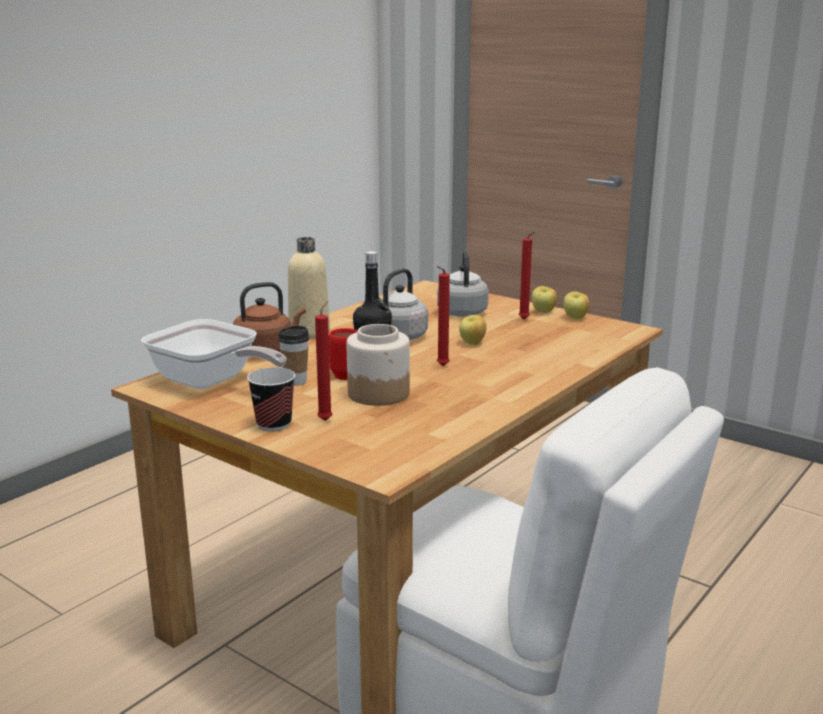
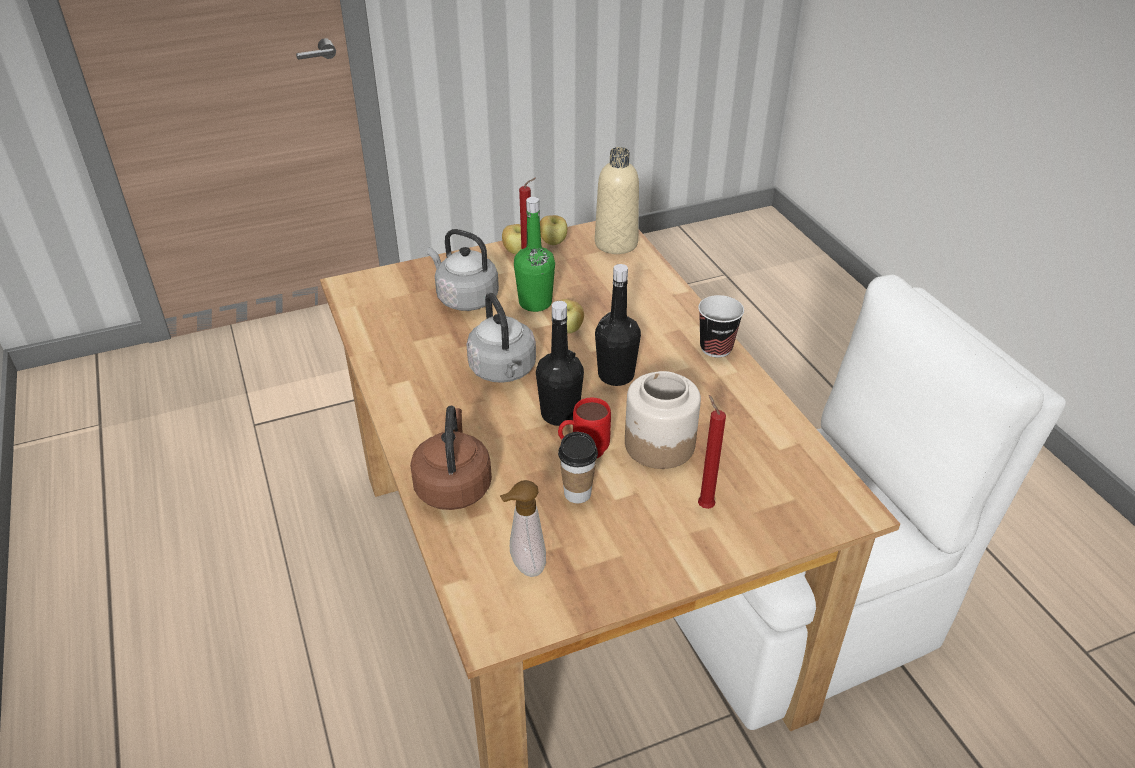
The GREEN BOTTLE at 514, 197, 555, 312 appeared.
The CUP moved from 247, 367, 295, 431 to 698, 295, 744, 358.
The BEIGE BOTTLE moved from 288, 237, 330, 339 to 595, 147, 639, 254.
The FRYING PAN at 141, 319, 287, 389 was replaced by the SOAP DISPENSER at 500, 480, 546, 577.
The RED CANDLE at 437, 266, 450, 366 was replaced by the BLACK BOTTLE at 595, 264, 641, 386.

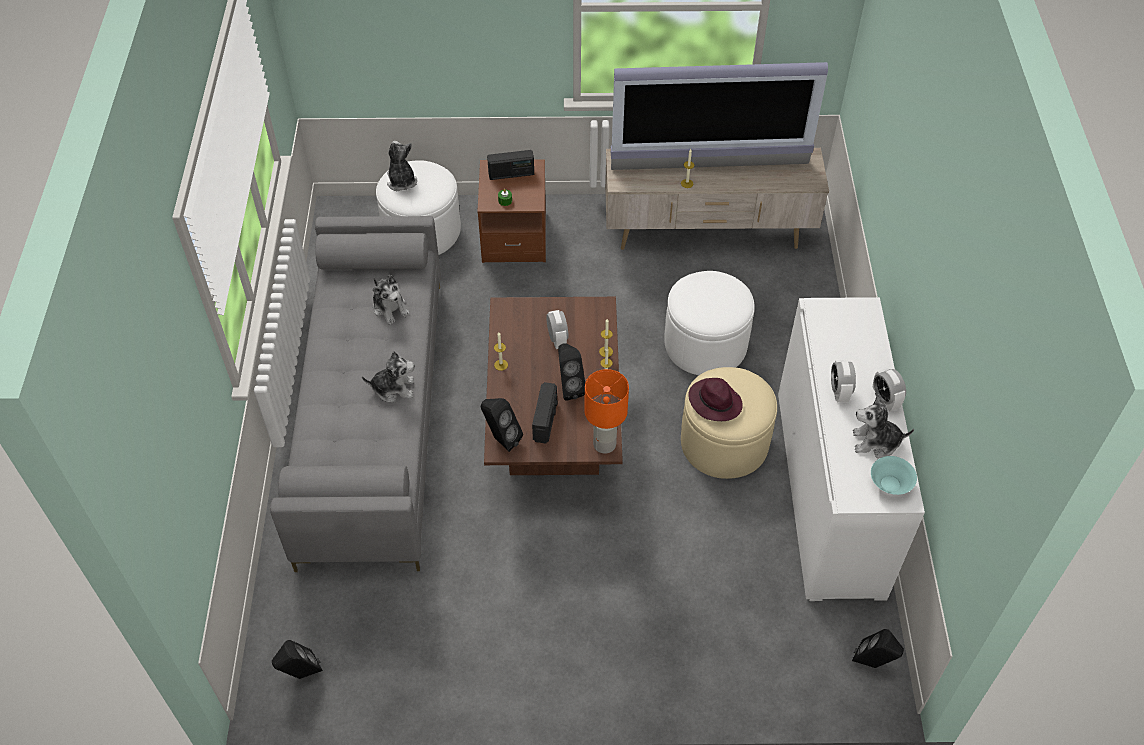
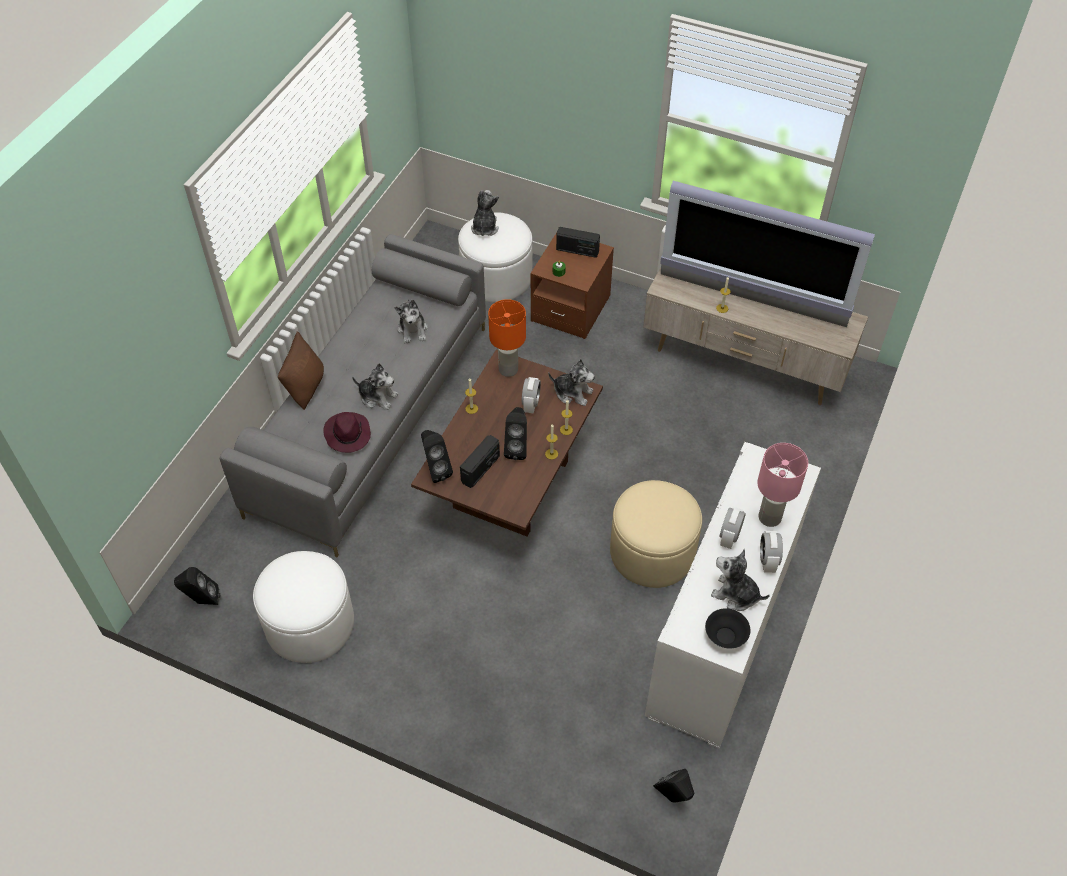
The BROWN PILLOW at 278, 331, 324, 410 appeared.
The PLUSH TOY at 548, 359, 595, 406 appeared.
The PINK TABLE LAMP at 757, 443, 808, 527 appeared.
The ORANGE TABLE LAMP moved from 584, 369, 629, 454 to 488, 299, 526, 377.
The WHITE OTTOMAN moved from 664, 271, 755, 375 to 253, 551, 354, 663.
The PURPLE HAT moved from 688, 378, 743, 421 to 323, 412, 371, 453.
The TURQUOISE BOWL at 871, 456, 917, 495 became the BLACK BOWL at 705, 608, 750, 648.

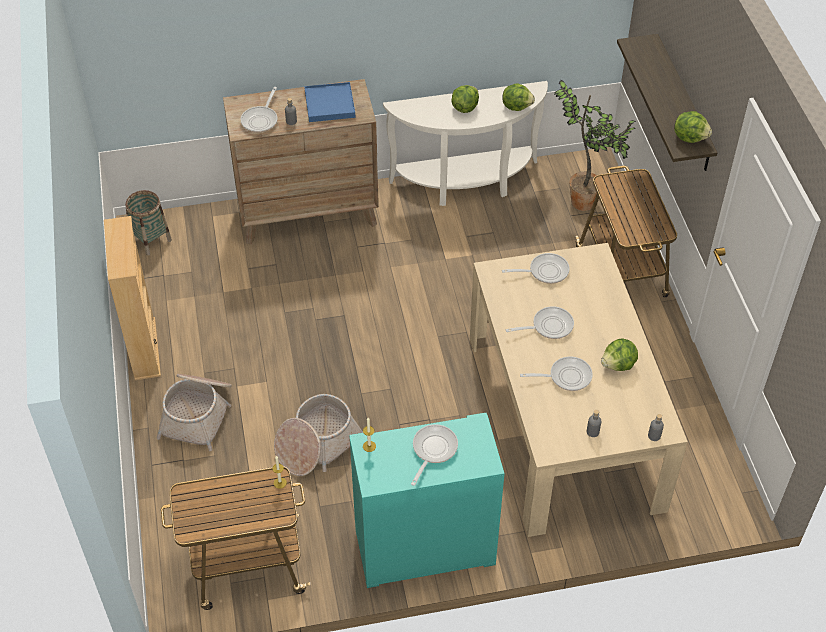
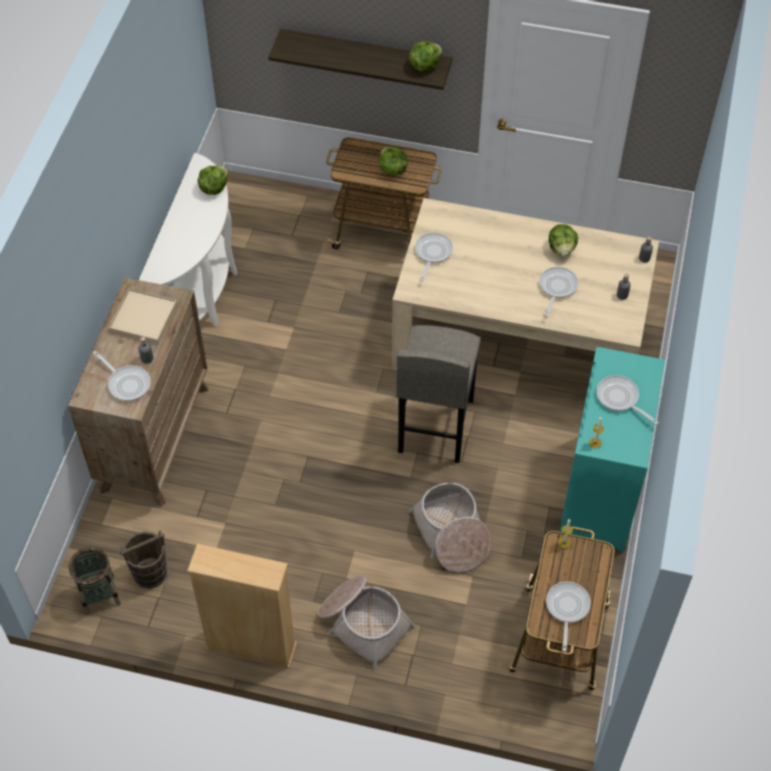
The POTTED PLANT at 554, 80, 636, 211 disappeared.
The BROWN BUCKET at 120, 530, 168, 589 appeared.
The GREY STOOL at 396, 325, 481, 463 appeared.
The LETTUCE moved from 451, 85, 479, 113 to 379, 147, 408, 176.
The FRYING PAN moved from 506, 306, 574, 339 to 546, 582, 591, 651.
The BLUE TRAY at 304, 82, 355, 122 became the BEIGE TRAY at 109, 289, 177, 344.

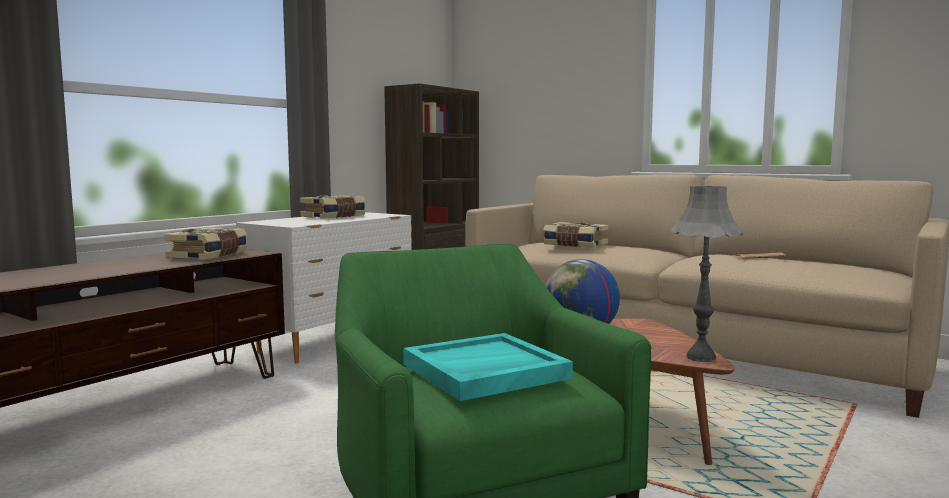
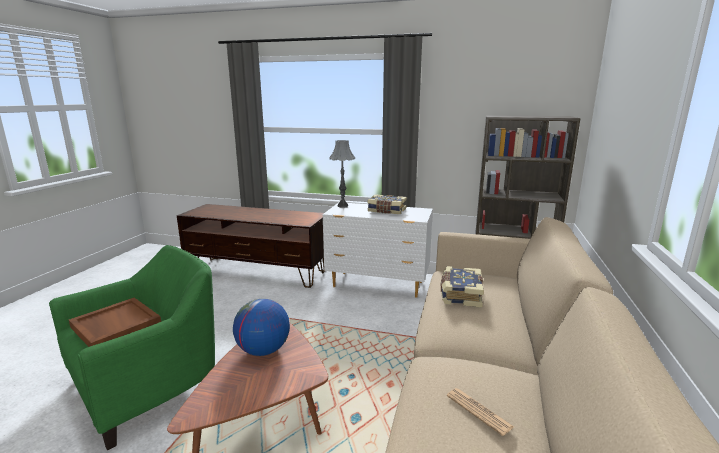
The BOOK at 164, 227, 247, 260 disappeared.
The GREY TABLE LAMP moved from 671, 186, 743, 362 to 329, 140, 355, 208.
The TURQUOISE TRAY at 403, 333, 573, 401 became the BROWN TRAY at 69, 298, 161, 347.

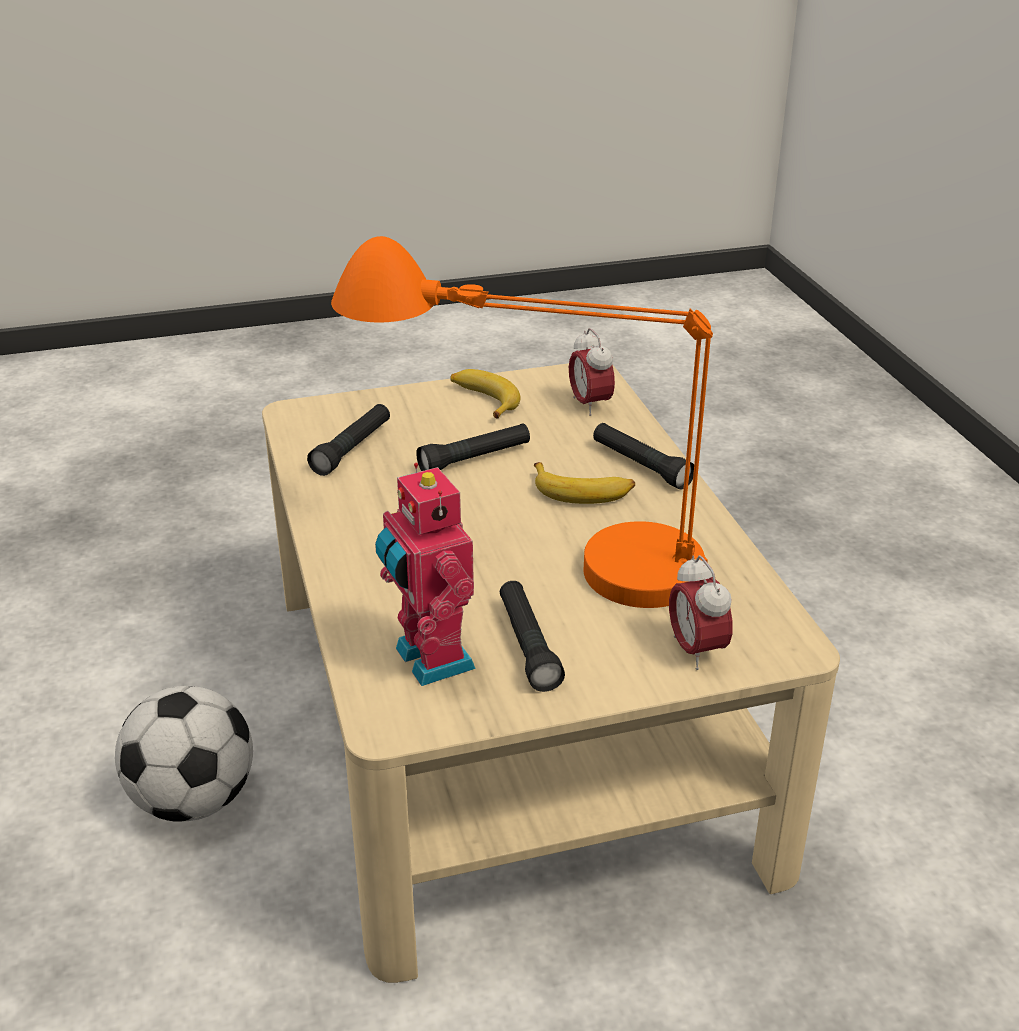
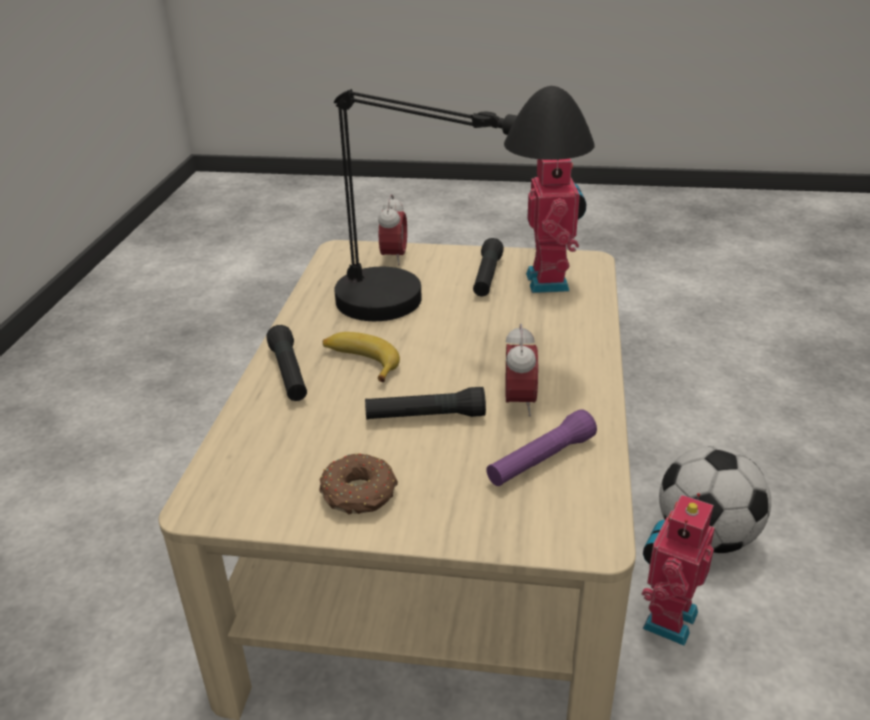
The TOY ROBOT at 642, 493, 715, 646 appeared.
The ALARM CLOCK moved from 569, 328, 615, 416 to 506, 324, 538, 416.
The BANANA at 450, 369, 521, 419 was replaced by the DONUT at 319, 453, 398, 514.
The BLACK FLASHLIGHT at 307, 404, 390, 476 became the PURPLE FLASHLIGHT at 486, 409, 597, 486.
The ORANGE TABLE LAMP at 331, 236, 713, 608 became the BLACK TABLE LAMP at 334, 86, 595, 321.

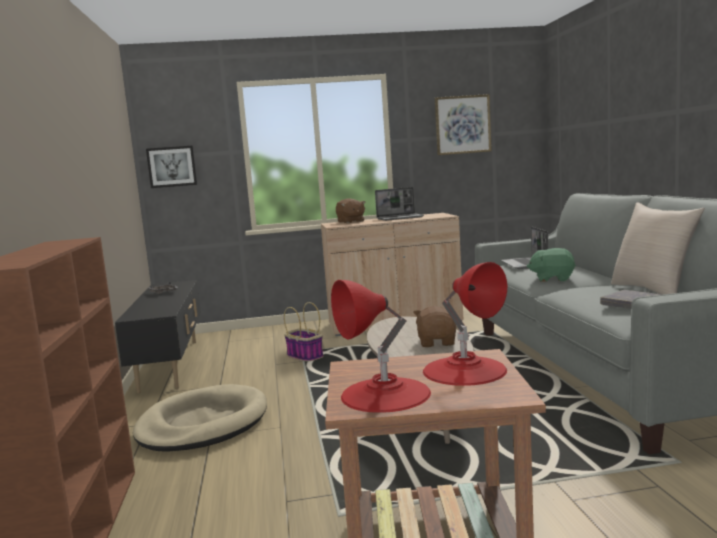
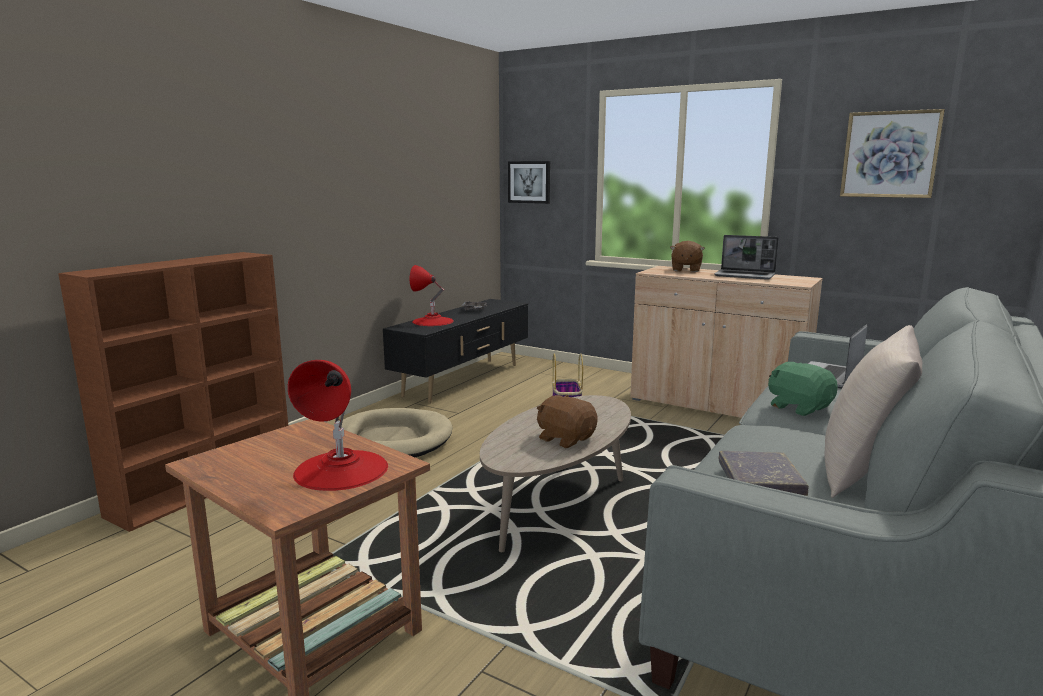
The RED TABLE LAMP moved from 331, 280, 431, 413 to 410, 265, 454, 326.
The BROWN PLUSH TOY at 413, 306, 456, 347 turned 90 degrees counterclockwise.

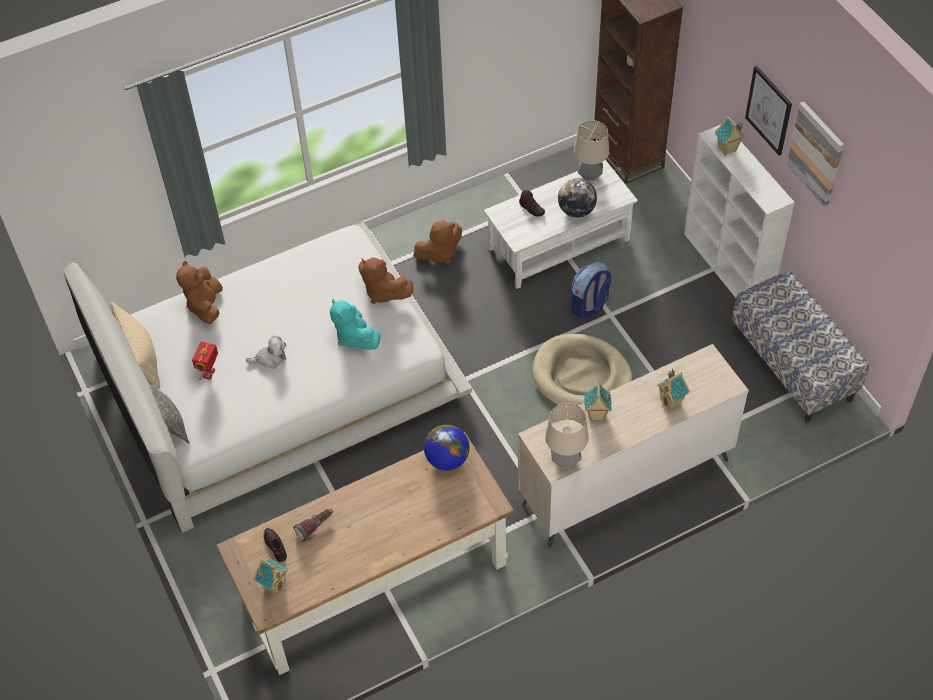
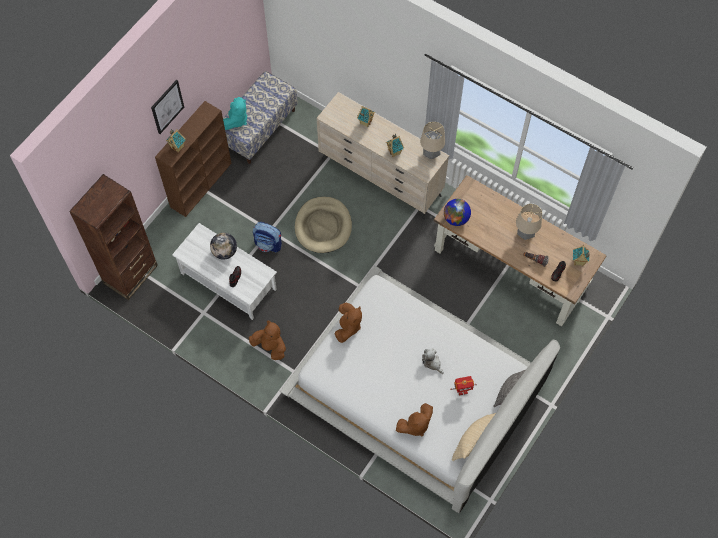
The PICTURE at 786, 102, 844, 207 disappeared.
The TURQUOISE PLUSH TOY moved from 330, 299, 381, 350 to 223, 97, 247, 130.
The TABLE LAMP moved from 574, 120, 609, 181 to 516, 204, 542, 240.
The WHITE BOOKCASE at 684, 125, 795, 298 became the BROWN BOOKCASE at 155, 101, 231, 217.

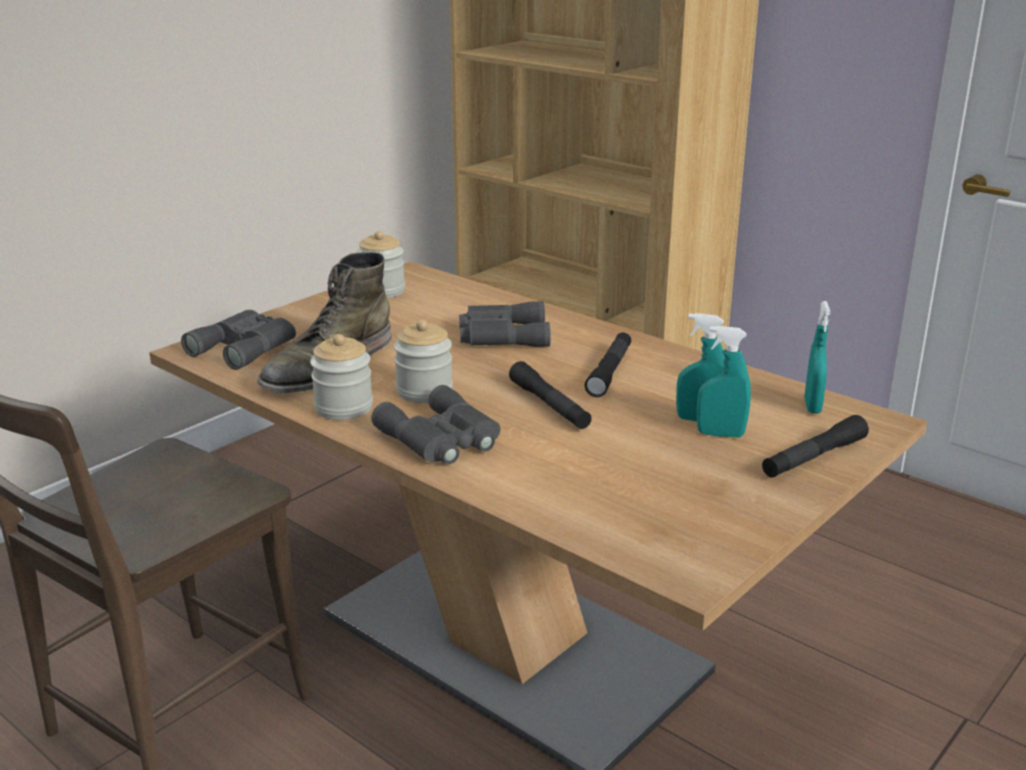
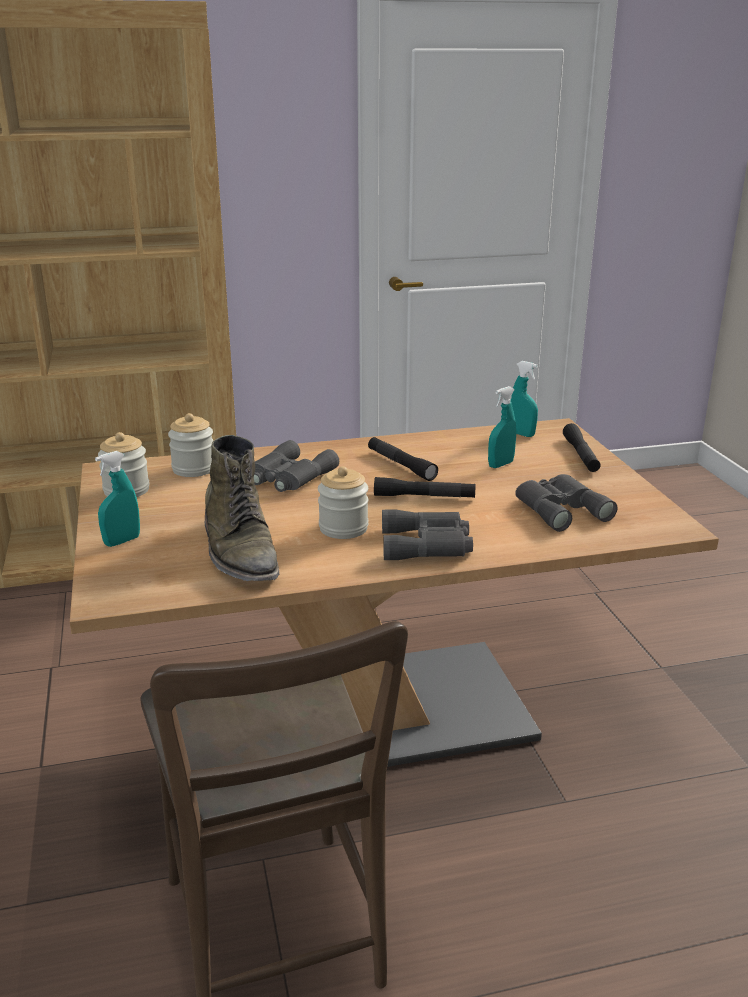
The GREY BINOCULARS moved from 181, 310, 296, 370 to 515, 474, 617, 532.
The JAR moved from 310, 334, 373, 420 to 168, 413, 214, 477.
The TURQUOISE SPRAY BOTTLE moved from 697, 326, 751, 438 to 95, 451, 140, 547.

